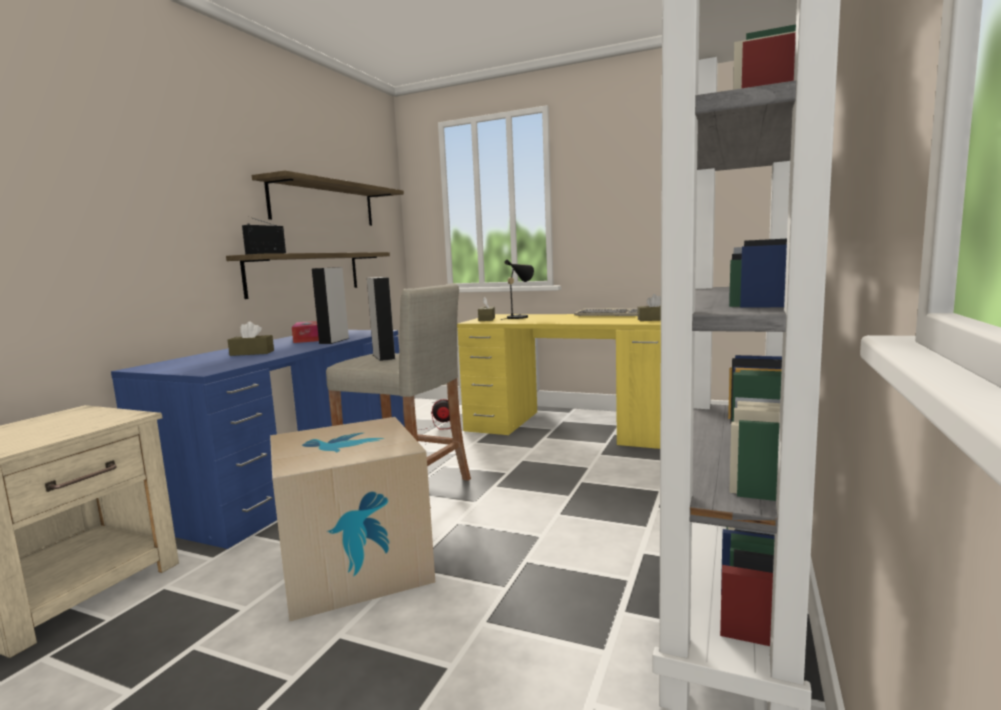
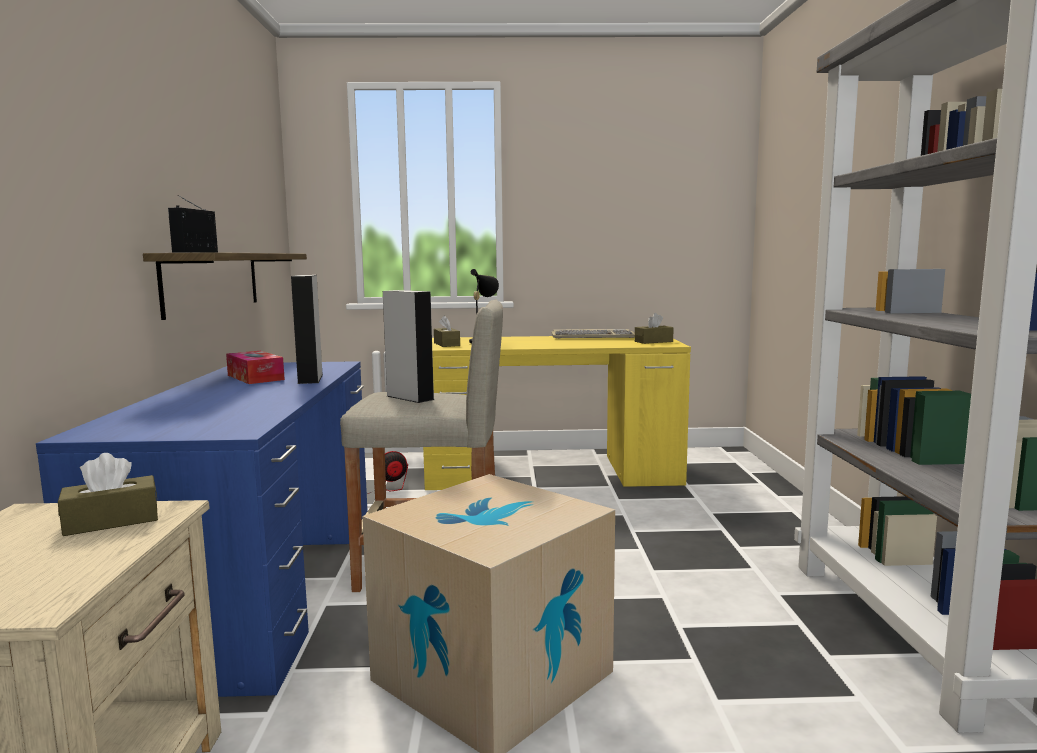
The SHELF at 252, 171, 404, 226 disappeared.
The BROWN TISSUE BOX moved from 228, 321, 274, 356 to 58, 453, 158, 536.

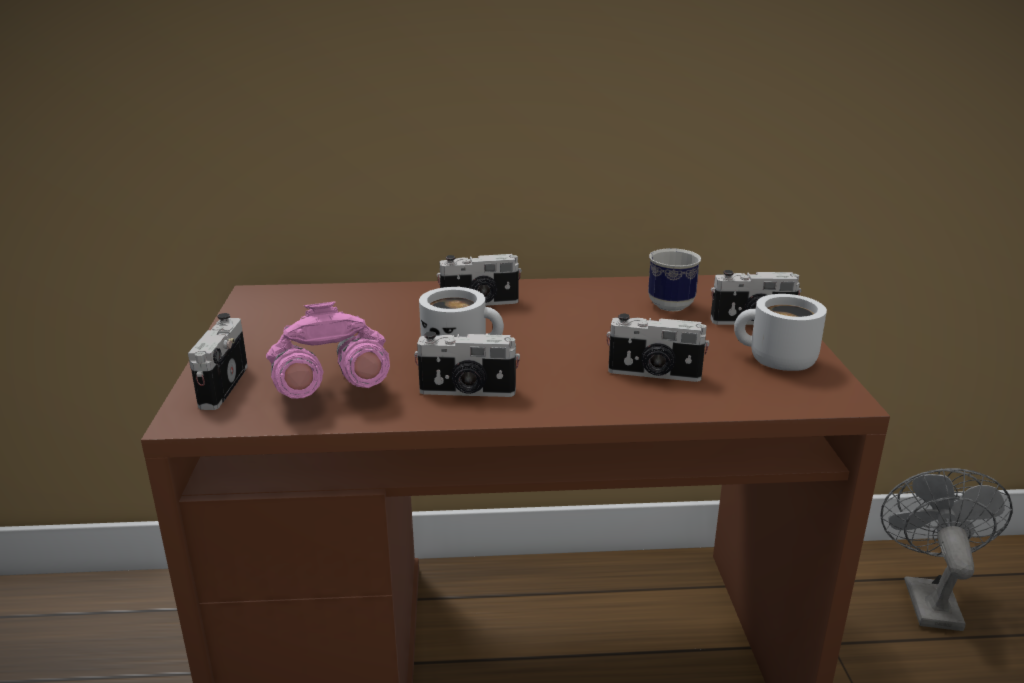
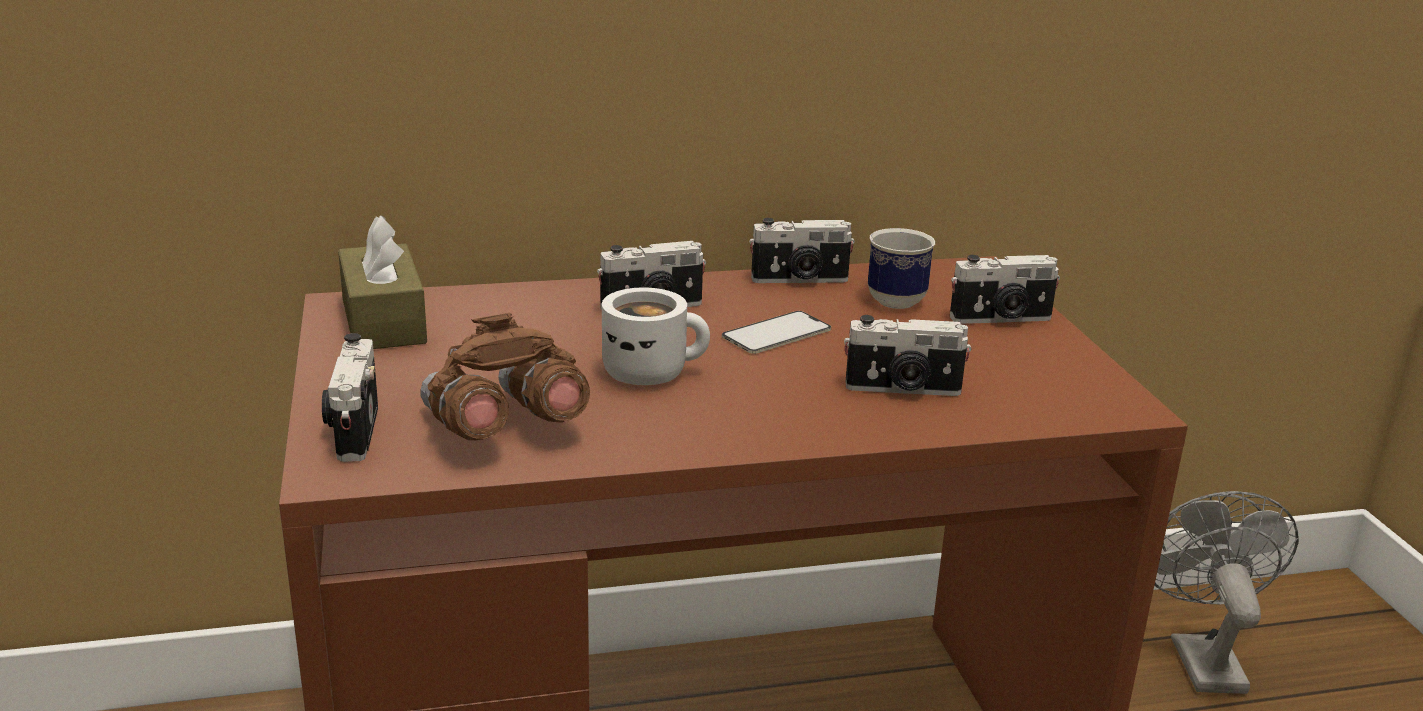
The WHITE MUG at 734, 294, 827, 371 disappeared.
The BROWN TISSUE BOX at 338, 215, 427, 349 appeared.
The PHONE at 722, 311, 831, 354 appeared.
The PHOTO CAMERA moved from 414, 331, 520, 397 to 749, 218, 855, 283.
The PINK BINOCULARS at 266, 301, 390, 399 became the BROWN BINOCULARS at 421, 313, 590, 440.

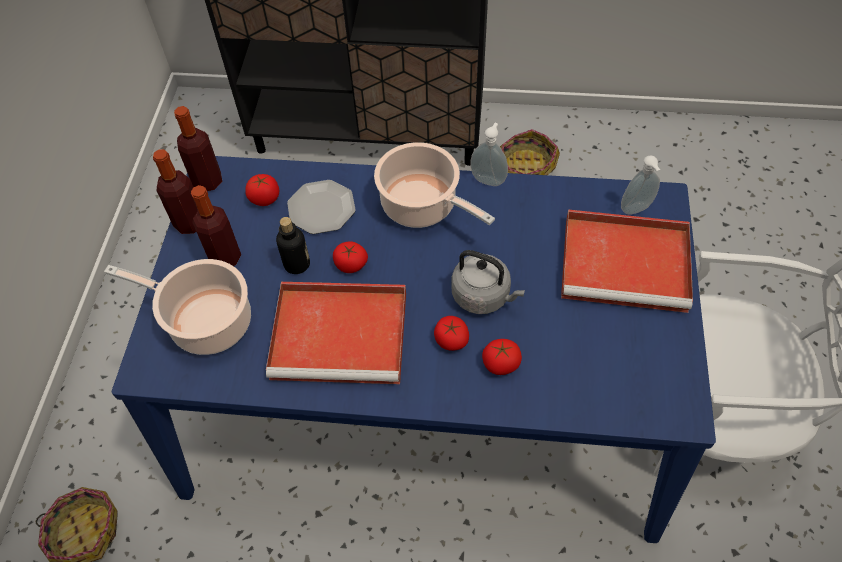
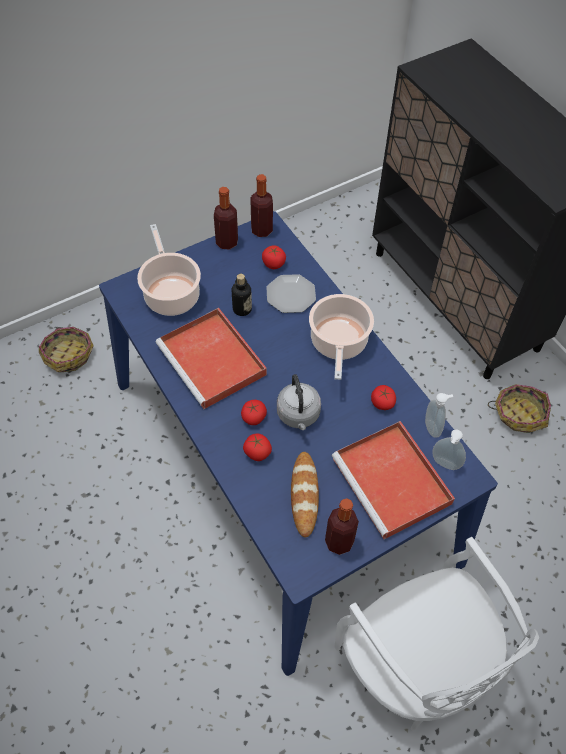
The BREAD at 291, 452, 319, 538 appeared.
The BOTTLE moved from 191, 185, 241, 266 to 325, 498, 359, 555.
The TOMATO moved from 333, 241, 368, 273 to 371, 385, 396, 410.
The SOAP DISPENSER moved from 470, 123, 508, 186 to 425, 393, 453, 437.

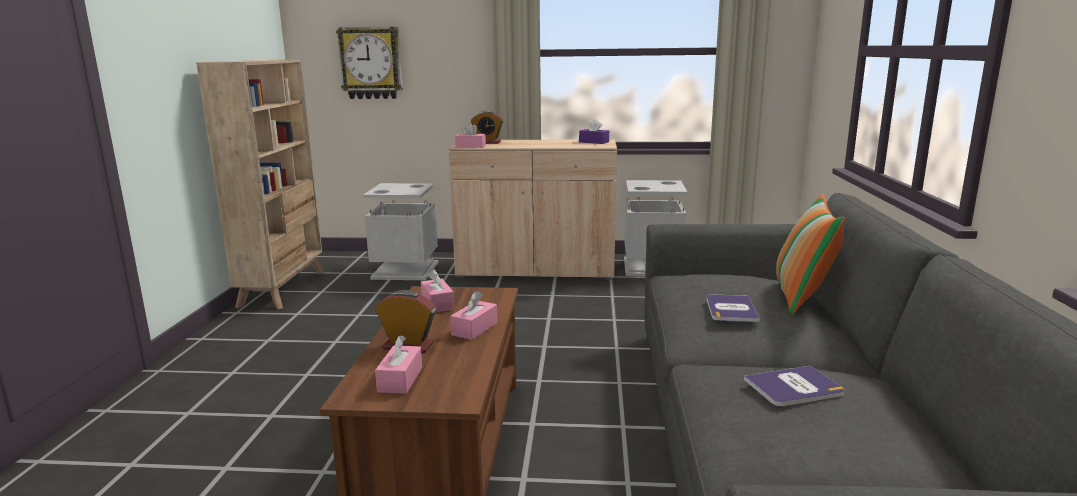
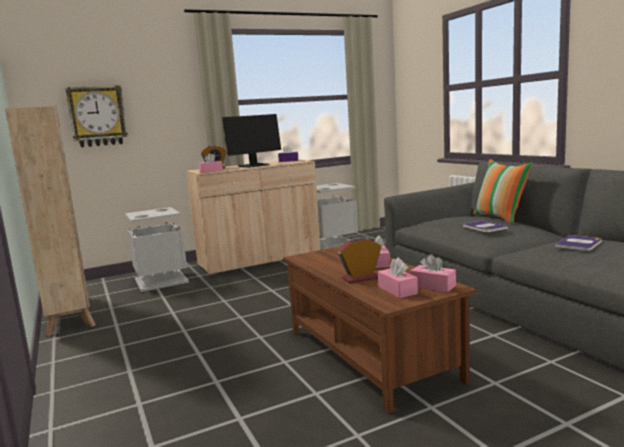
The MONITOR at 222, 114, 281, 168 appeared.
The PINK TISSUE BOX moved from 421, 269, 455, 313 to 411, 254, 456, 292.

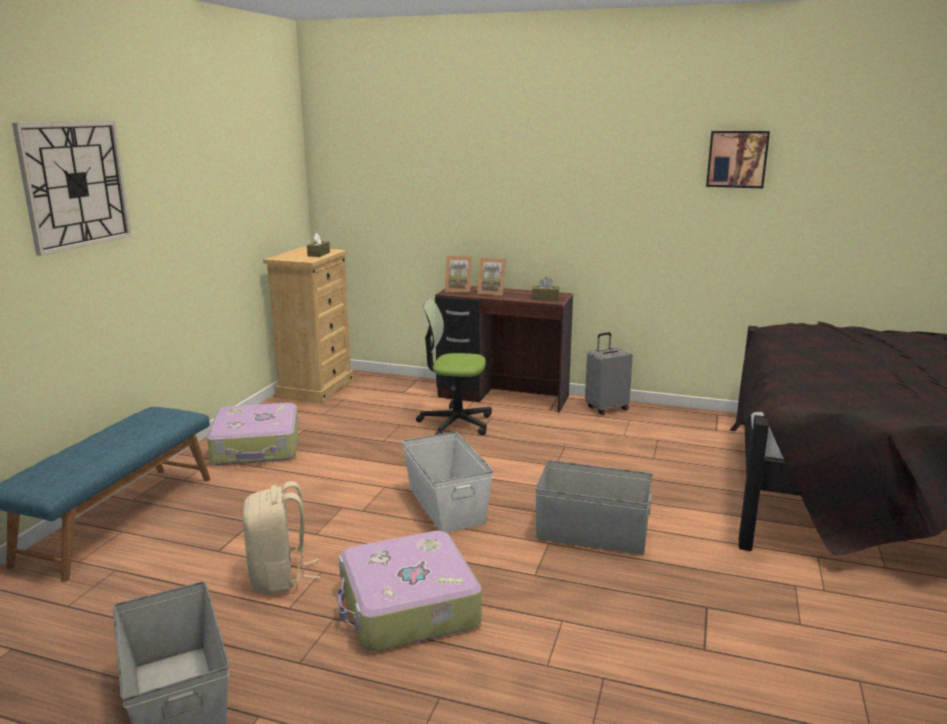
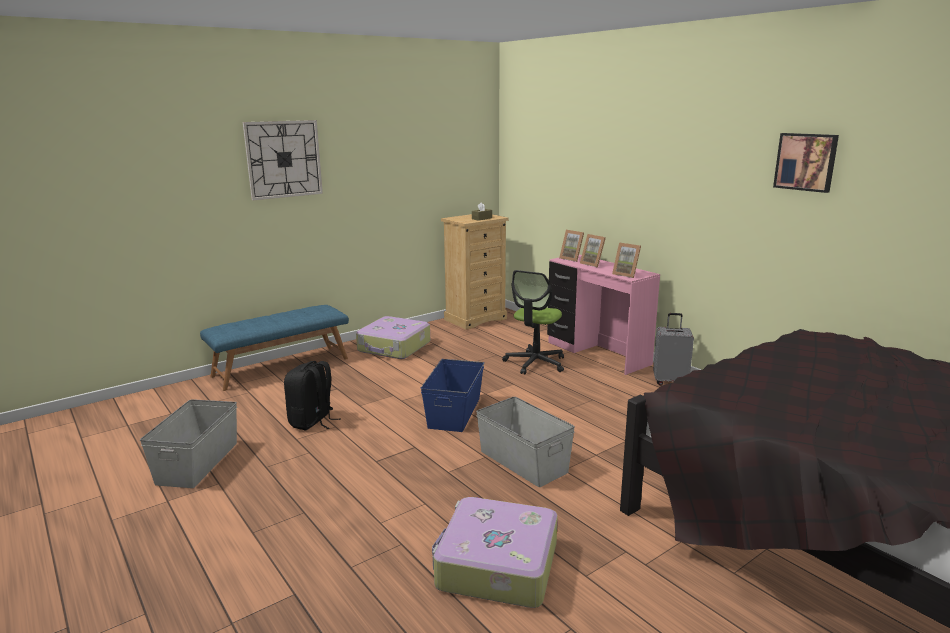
The SUITCASE moved from 337, 531, 482, 651 to 432, 497, 558, 608.
The BROWN TISSUE BOX at 532, 277, 559, 301 was replaced by the PICTURE FRAME at 612, 243, 641, 278.
The BEIGE BACKPACK at 242, 481, 321, 594 became the BLACK BACKPACK at 284, 361, 340, 430.
The WHITE STORAGE BOX at 402, 432, 493, 533 became the BLUE STORAGE BOX at 421, 359, 484, 432.
The BROWN DESK at 435, 286, 573, 413 became the PINK DESK at 547, 255, 660, 375.
The OFFICE CHAIR at 416, 298, 492, 435 turned 105 degrees counterclockwise.

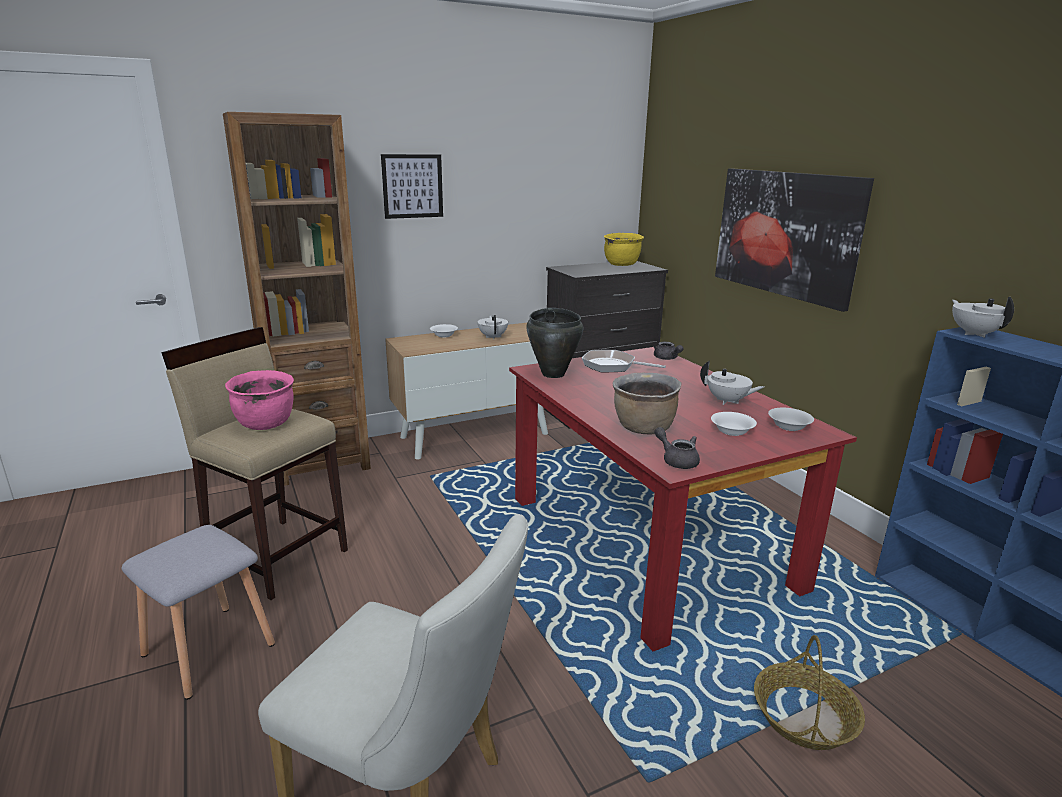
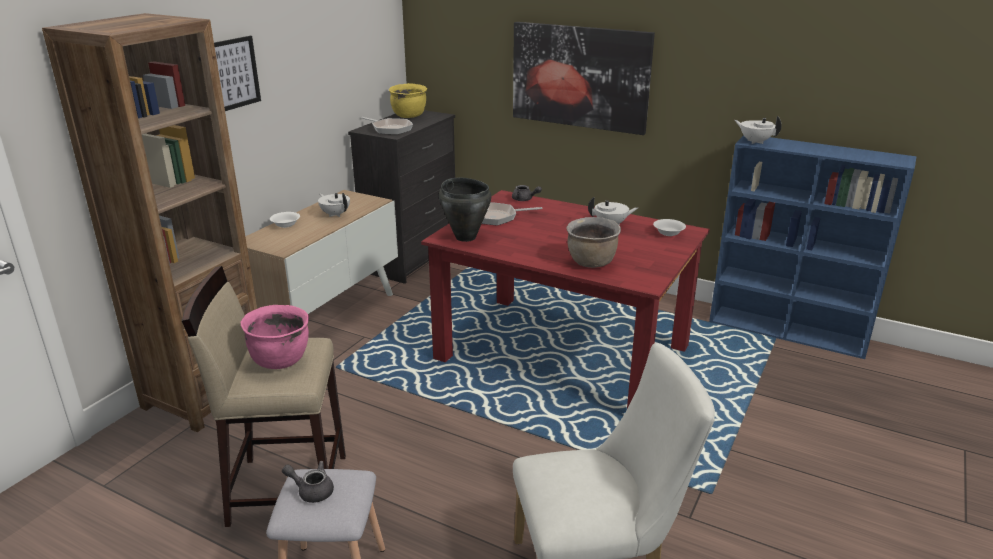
The WHITE BOWL at 711, 412, 757, 436 disappeared.
The BASKET at 754, 635, 865, 750 disappeared.
The FRYING PAN at 361, 117, 413, 135 appeared.
The GREY TEAPOT moved from 654, 427, 700, 469 to 282, 461, 334, 503.

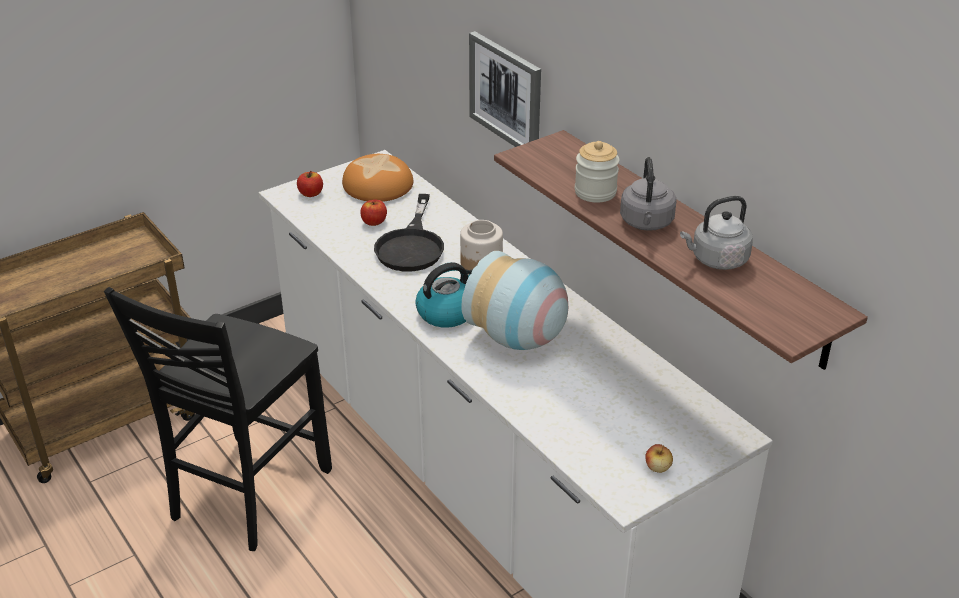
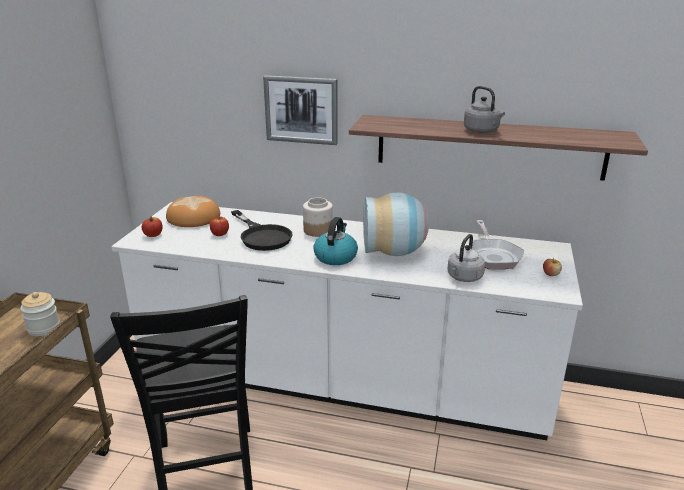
The FRYING PAN at 472, 220, 524, 269 appeared.
The JAR moved from 575, 141, 619, 203 to 21, 292, 60, 336.
The GREY KETTLE moved from 680, 196, 753, 270 to 447, 234, 485, 282.

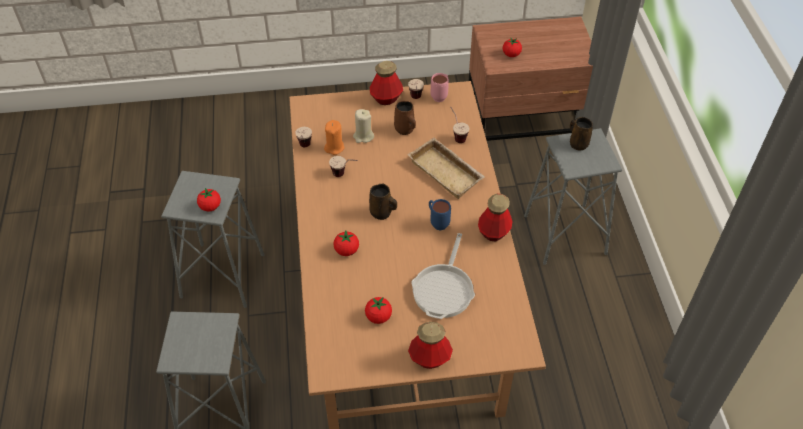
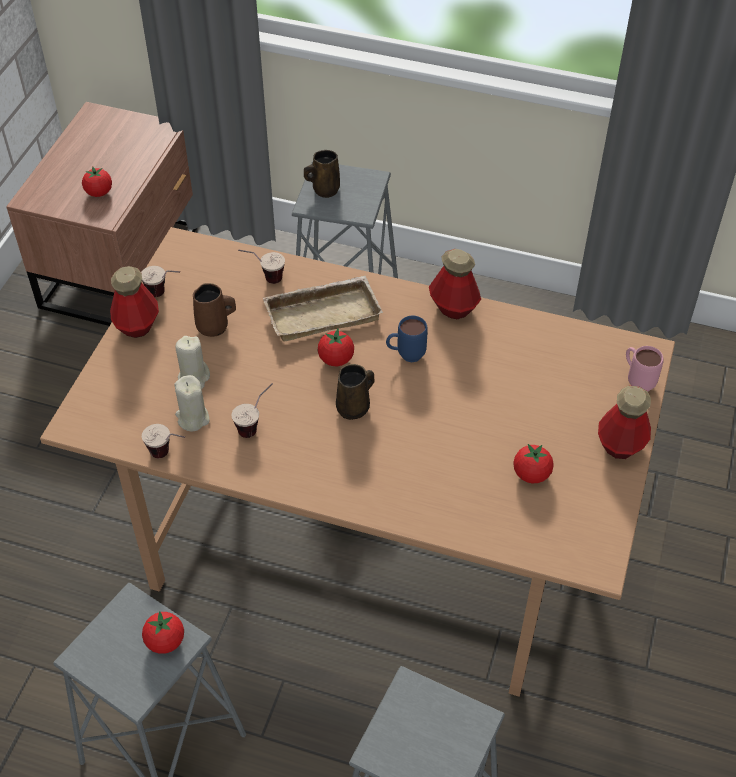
The FRYING PAN at 411, 233, 475, 319 disappeared.
The TOMATO moved from 334, 231, 359, 256 to 318, 329, 354, 366.
The PINK MUG moved from 431, 73, 449, 102 to 626, 346, 664, 392.
The ORANGE CANDLE at 324, 120, 345, 155 became the BEIGE CANDLE at 174, 375, 210, 431.

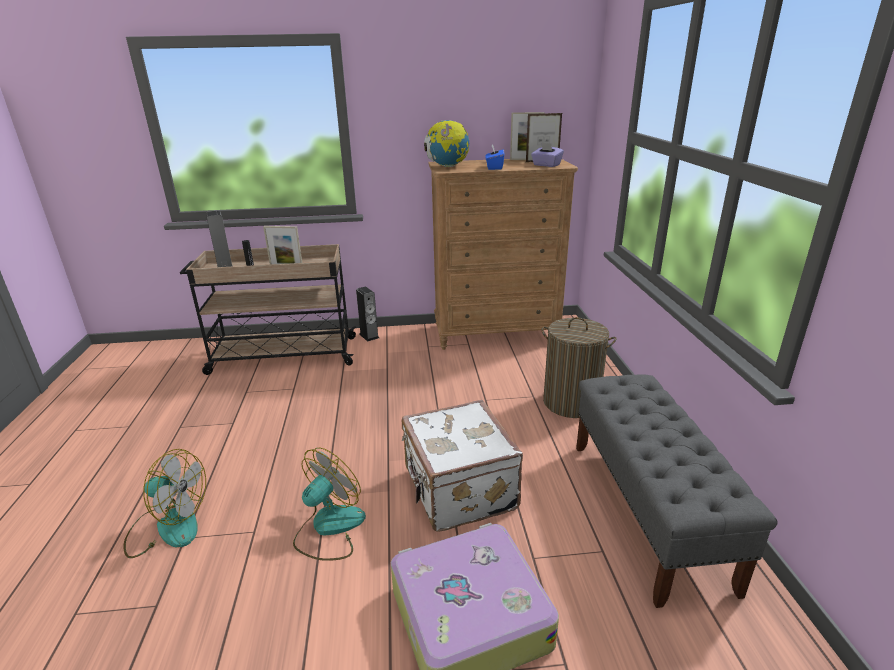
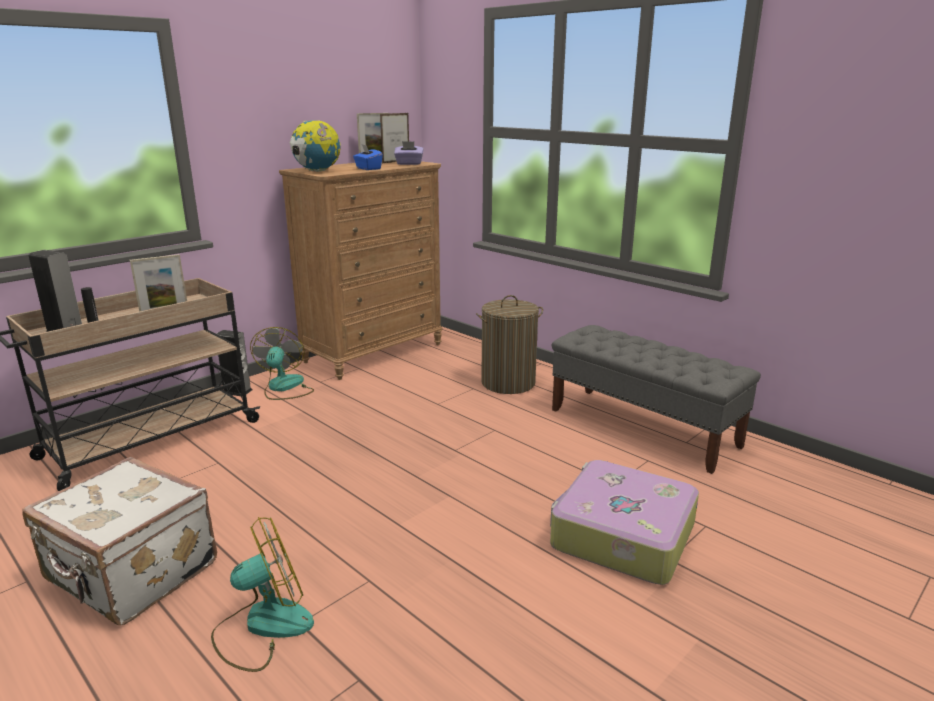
The FAN moved from 293, 447, 366, 561 to 250, 327, 314, 400.
The WHITE SUITCASE moved from 402, 400, 523, 532 to 23, 457, 217, 625.

